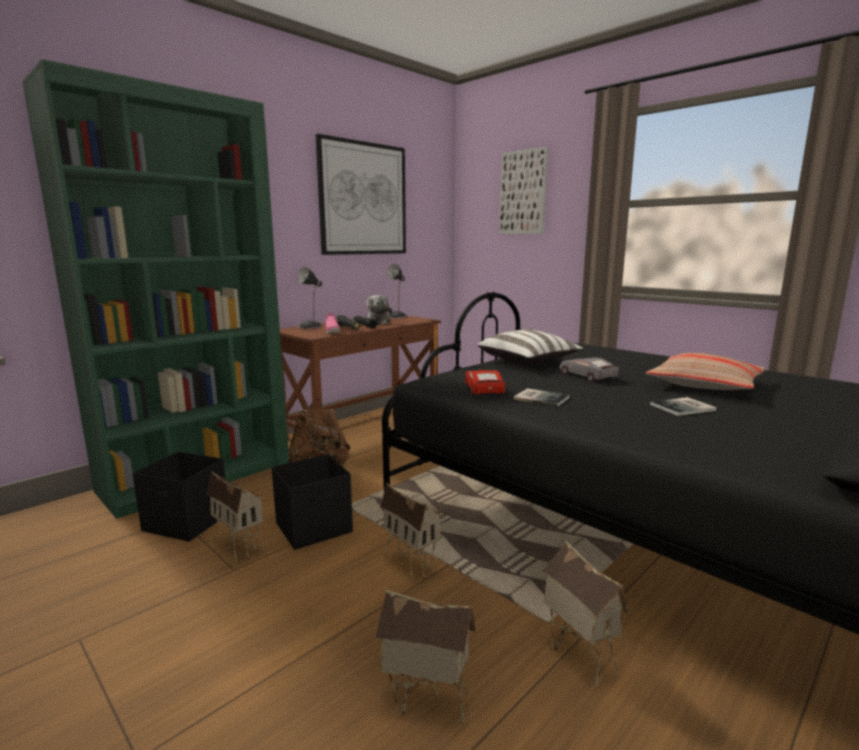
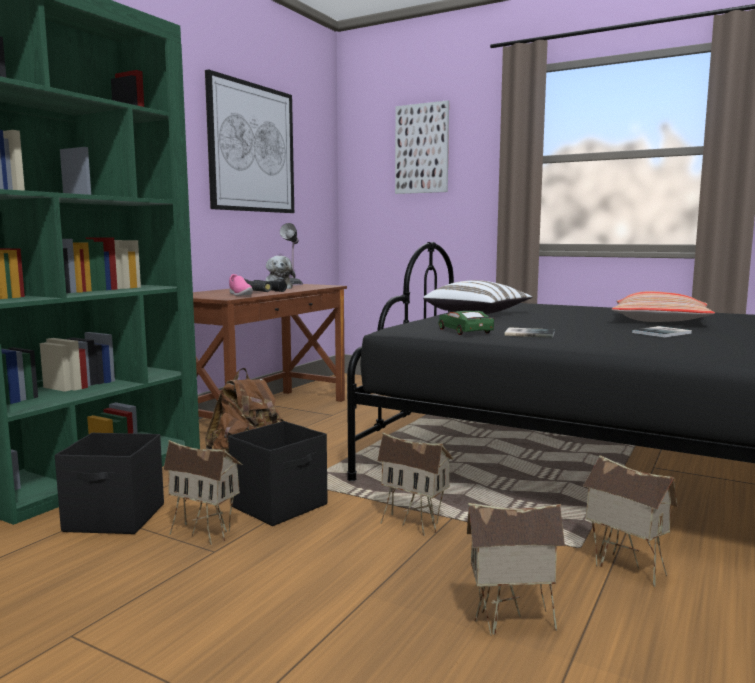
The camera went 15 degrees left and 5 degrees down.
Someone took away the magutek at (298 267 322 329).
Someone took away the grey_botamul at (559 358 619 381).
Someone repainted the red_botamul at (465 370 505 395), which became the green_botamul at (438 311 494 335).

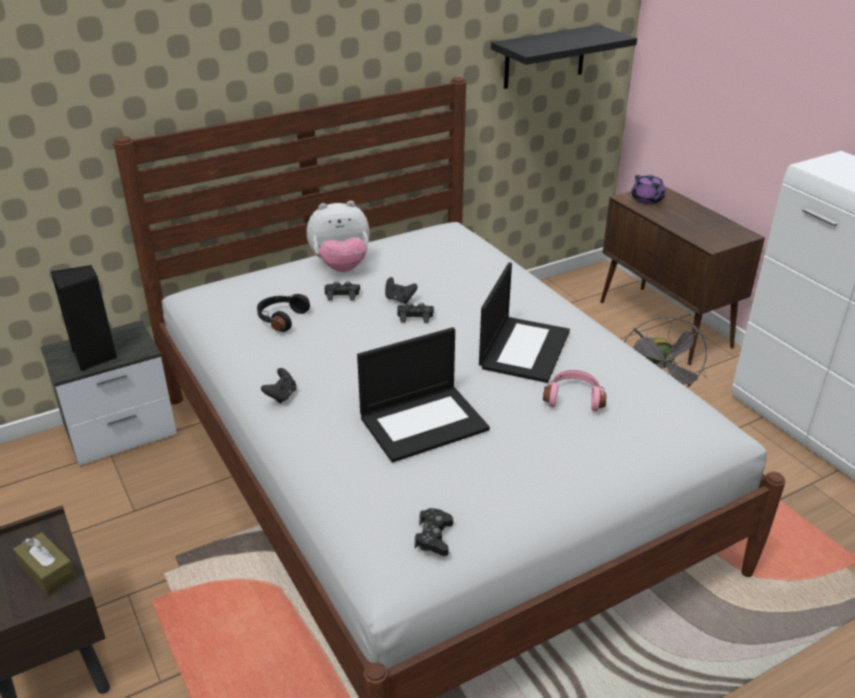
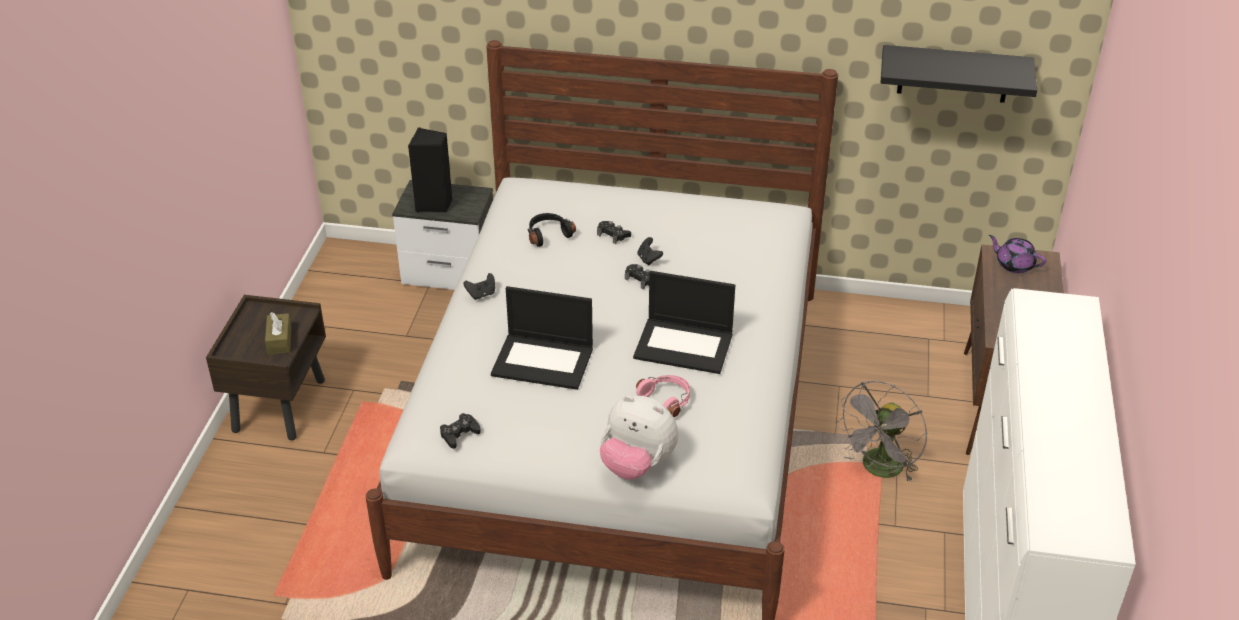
The camera went 40 degrees right and 5 degrees up.
Someone carried the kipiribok from (307 201 369 272) to (600 395 678 480).
Someone rotated the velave at (479 262 570 383) by 45 degrees clockwise.
Someone rotated the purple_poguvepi at (631 175 666 204) by 105 degrees clockwise.

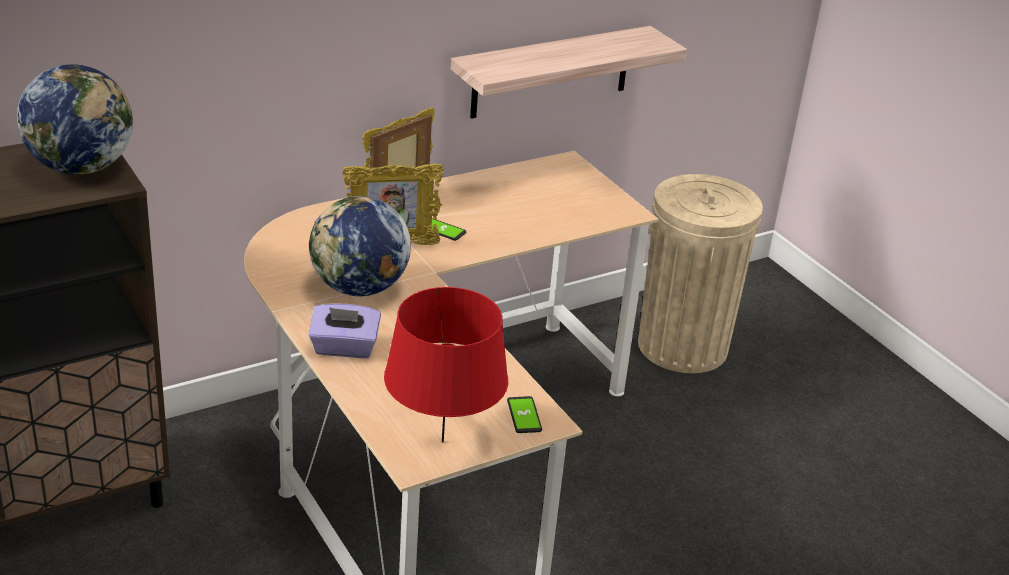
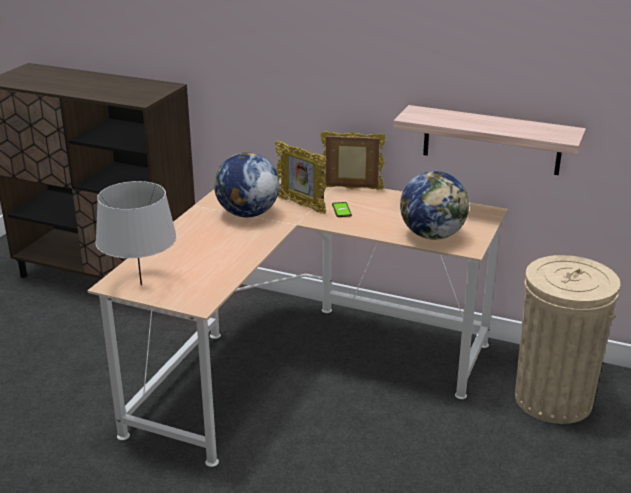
The camera went 55 degrees right and 5 degrees down.
Someone took away the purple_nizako at (309 303 381 358).
Someone took away the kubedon at (507 396 542 433).
Someone carried the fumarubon from (17 65 133 175) to (400 171 470 240).
Someone repainted the red_magutek at (384 287 508 442), which became the grey_magutek at (95 181 177 285).

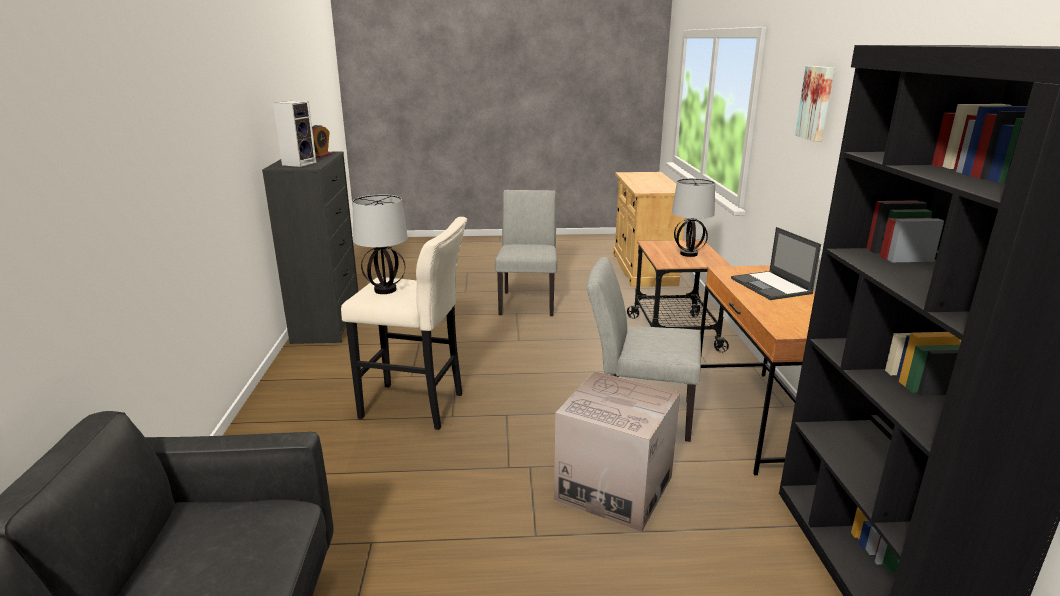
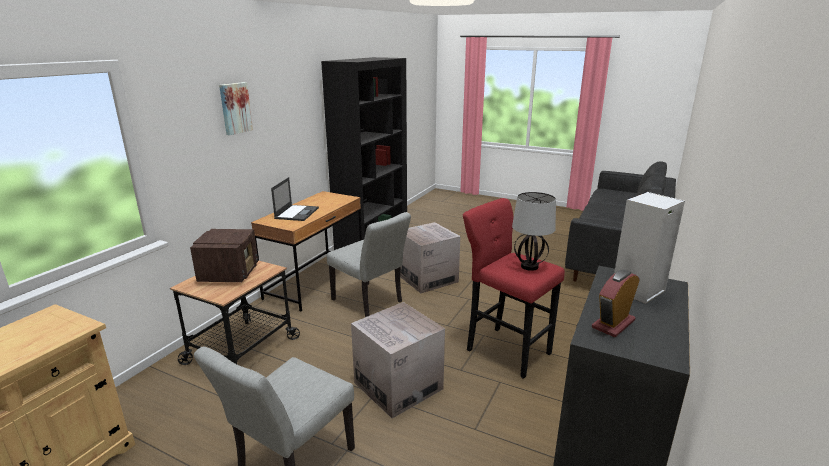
The camera went 150 degrees left and 0 degrees up.
Someone put down the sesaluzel at (351 302 445 418).
Someone swapped the magutek at (672 178 715 257) for the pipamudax at (190 229 258 282).
Someone repainted the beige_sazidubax at (341 217 467 430), which became the red_sazidubax at (463 198 565 378).

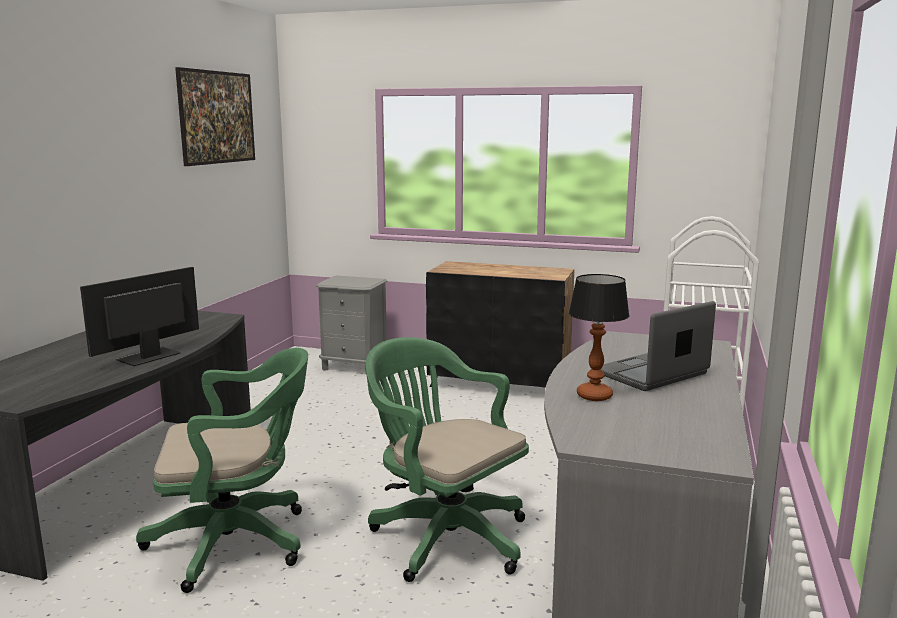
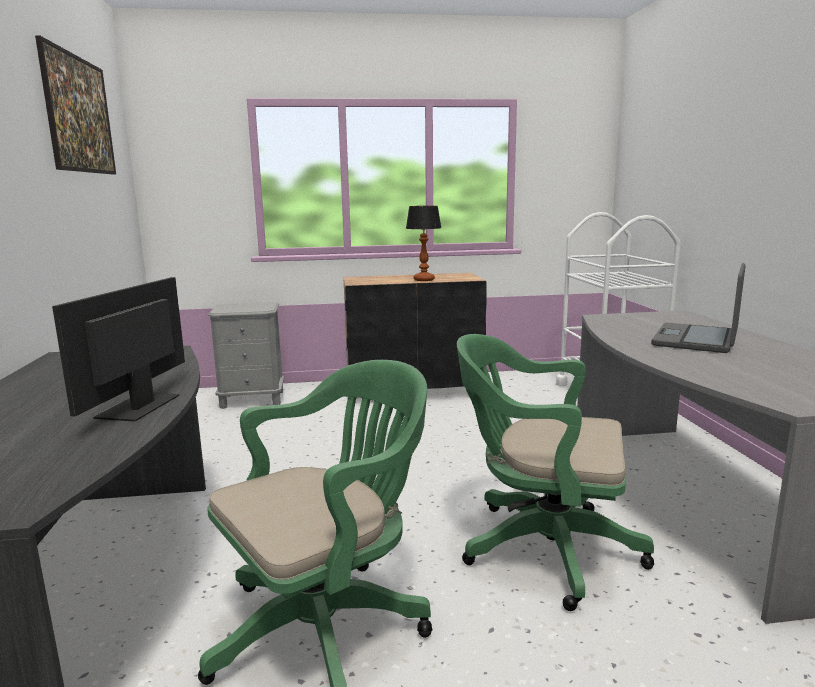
The camera went 25 degrees left and 0 degrees up.
Someone carried the magutek from (569 274 629 401) to (406 206 441 281).

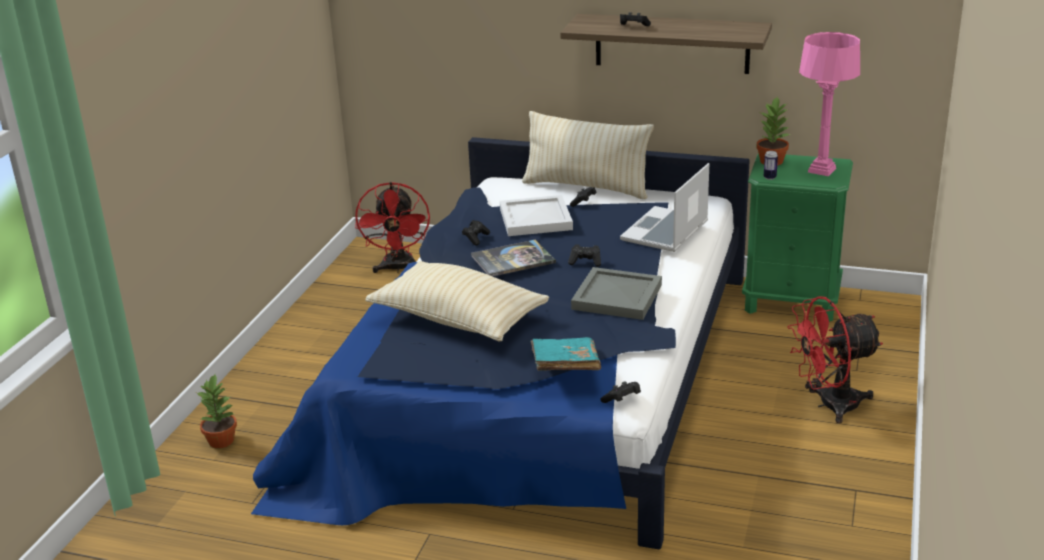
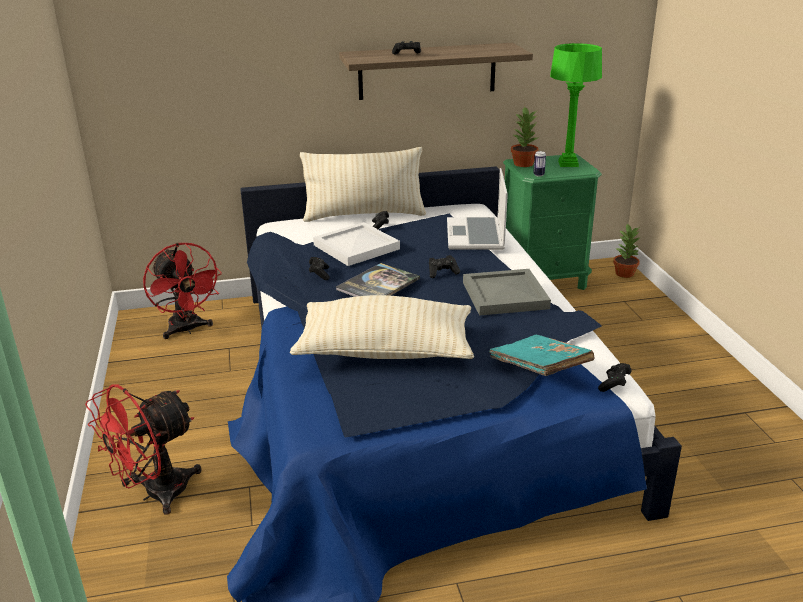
The camera went 30 degrees left and 0 degrees up.
Someone carried the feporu from (197 374 237 448) to (613 224 641 278).
Someone carried the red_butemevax from (788 296 883 423) to (85 384 201 515).
Someone repainted the pink_magutek at (799 32 860 176), which became the green_magutek at (550 43 602 167).

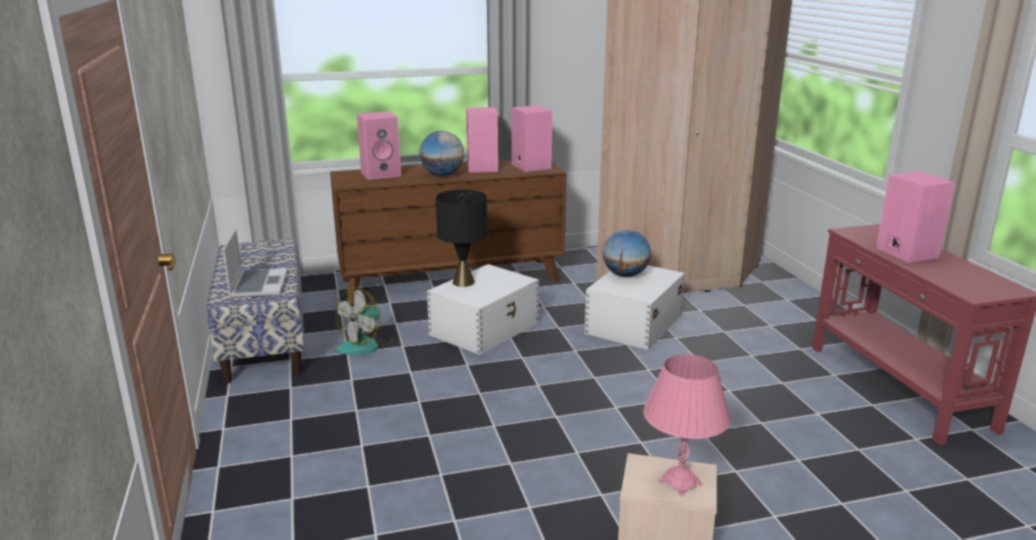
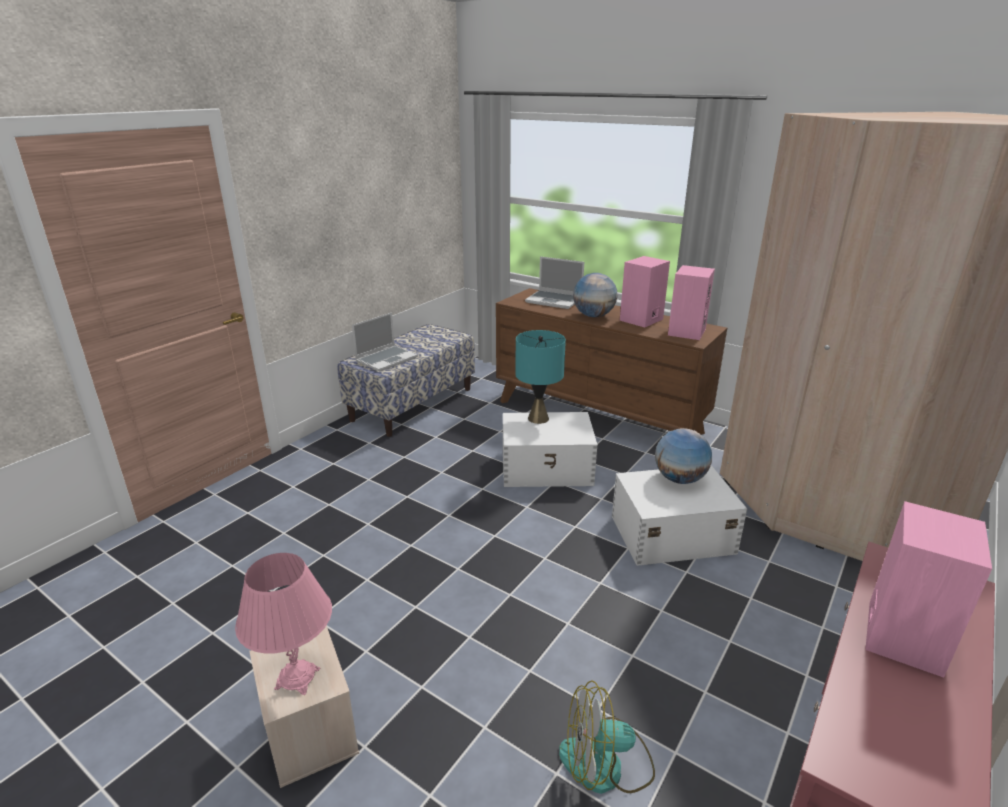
The camera went 50 degrees right and 5 degrees up.
Someone carried the butemevax from (335 287 393 355) to (559 681 655 794).
Someone swapped the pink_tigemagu at (357 111 401 180) for the velave at (525 256 584 309).
Someone repainted the black_magutek at (436 190 487 287), which became the turquoise_magutek at (515 330 566 424).

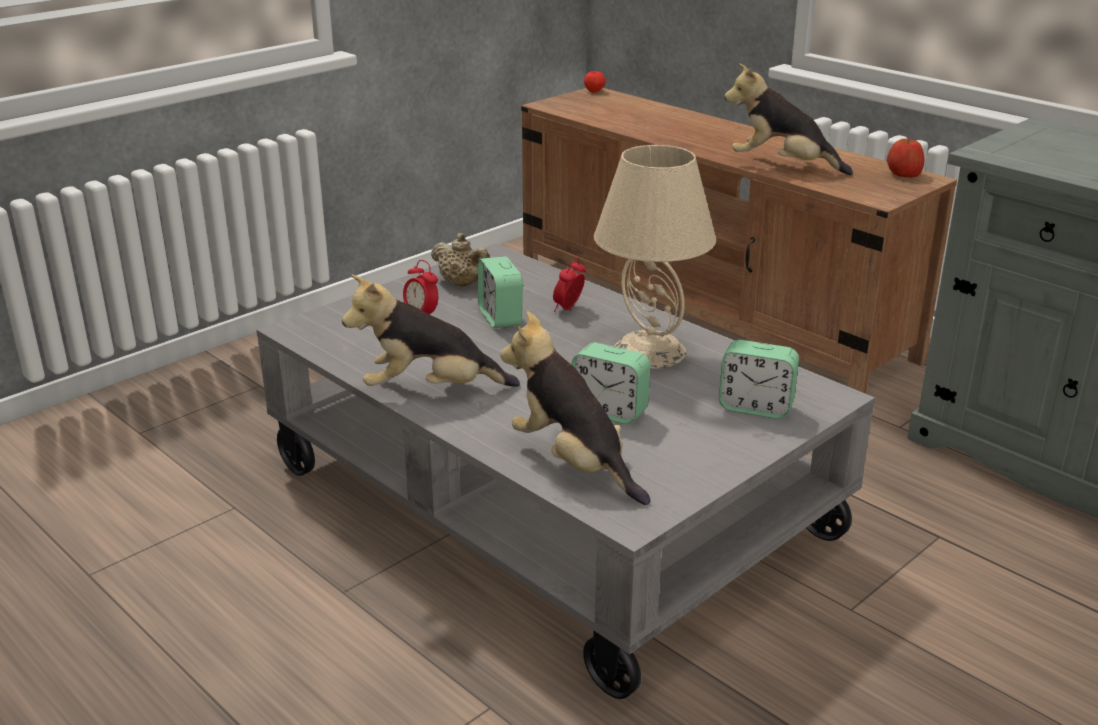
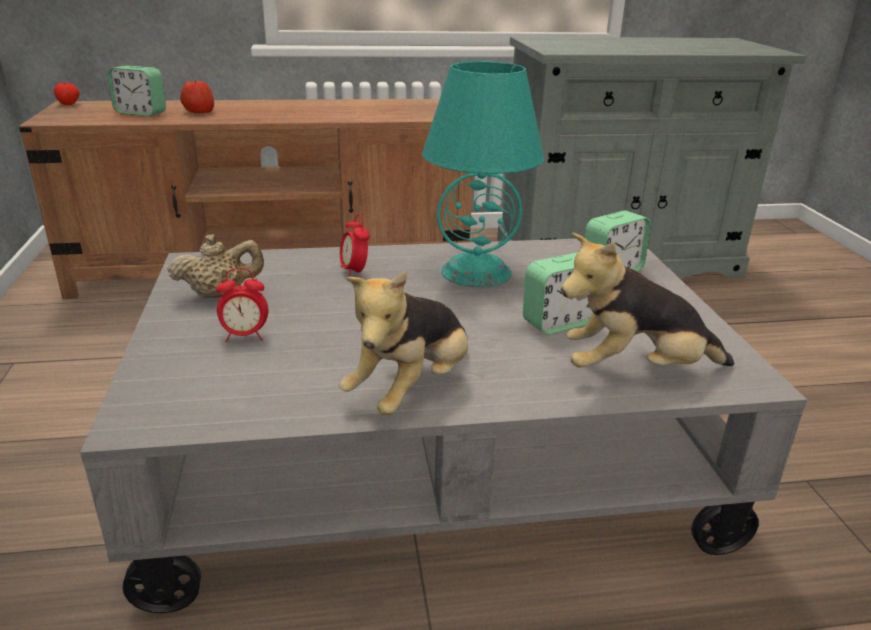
The camera went 55 degrees left and 0 degrees up.
Someone took away the kipiribok at (724 63 853 175).
Someone carried the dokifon from (478 256 523 328) to (108 66 166 116).
Someone carried the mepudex from (887 139 925 177) to (180 80 214 113).
Someone repainted the beige_magutek at (594 145 716 369), which became the turquoise_magutek at (422 61 544 287).

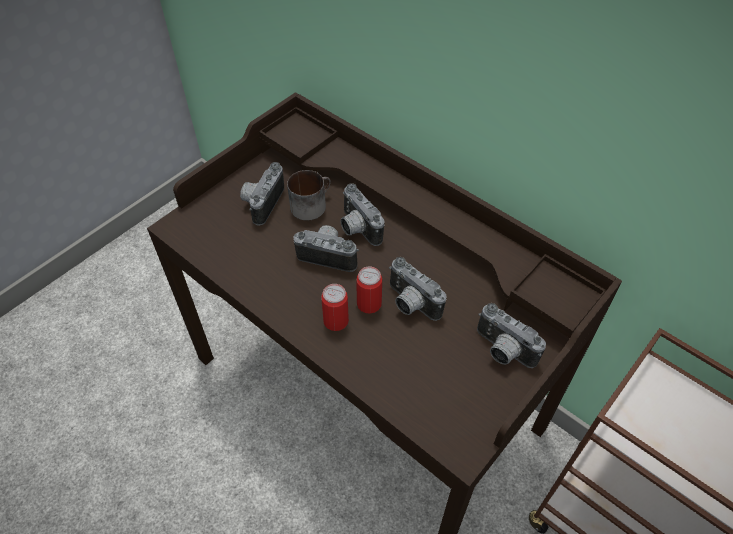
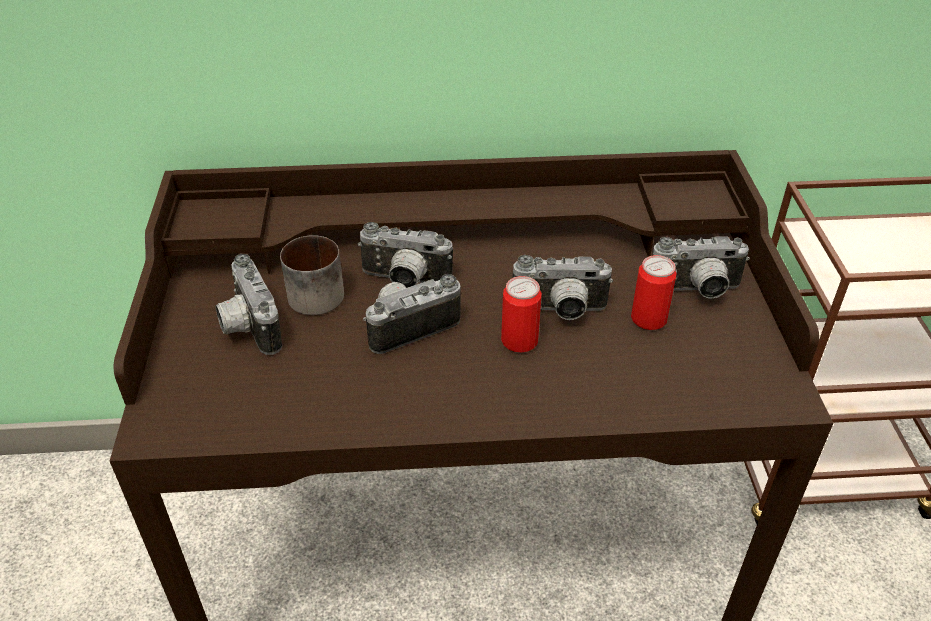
The camera went 45 degrees left and 10 degrees down.
Someone carried the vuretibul from (321 284 349 331) to (631 255 677 330).

